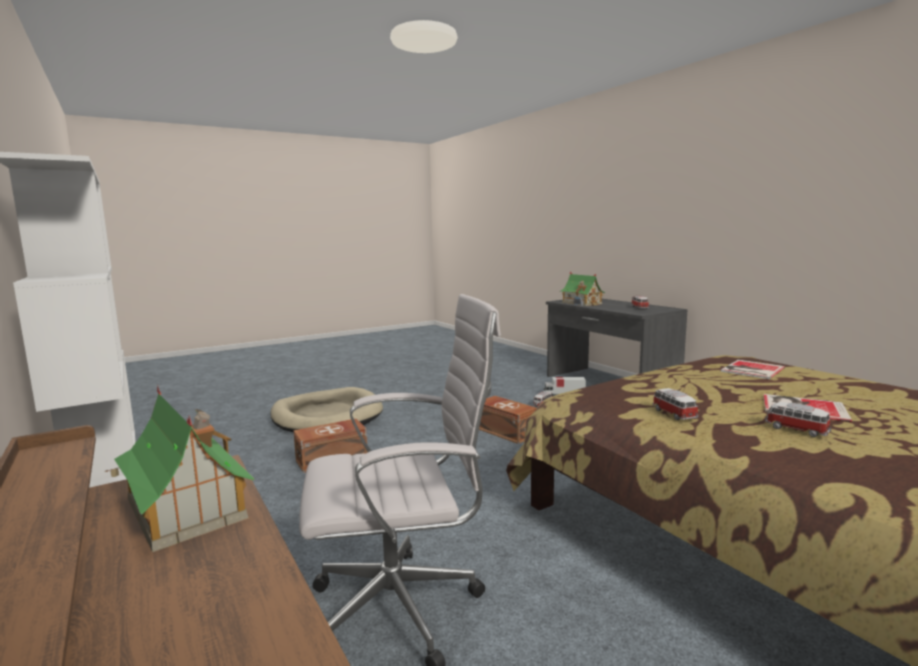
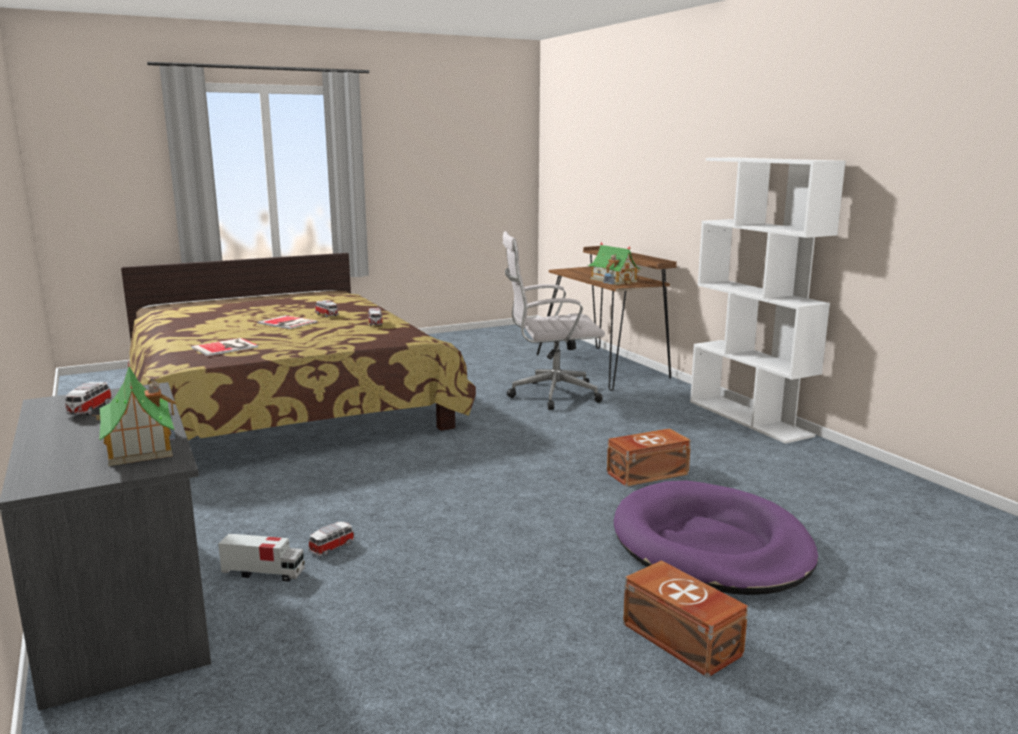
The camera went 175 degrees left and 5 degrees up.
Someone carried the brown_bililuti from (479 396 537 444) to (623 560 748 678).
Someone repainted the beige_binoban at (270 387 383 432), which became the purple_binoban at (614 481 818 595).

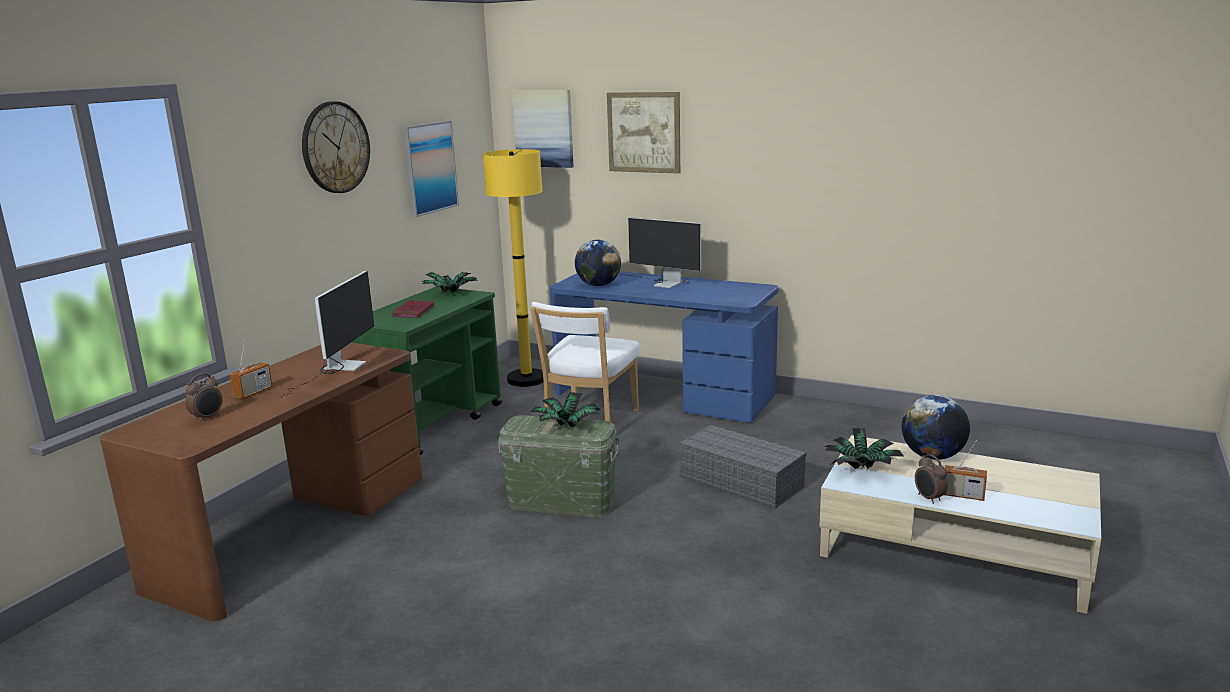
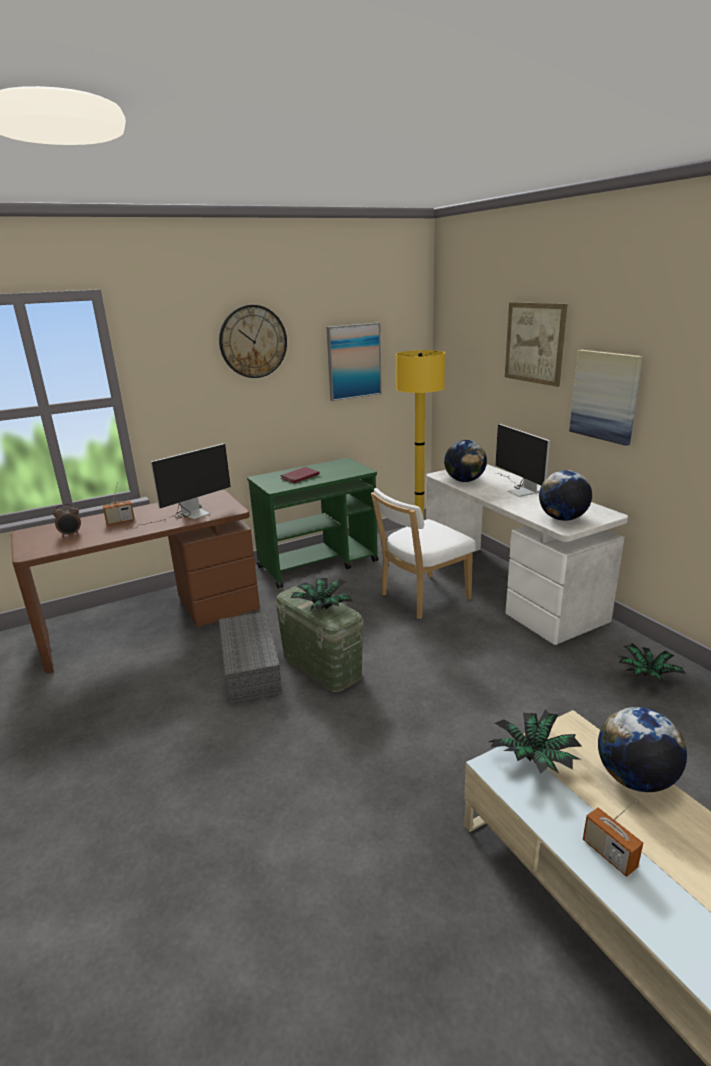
The camera went 35 degrees right and 5 degrees up.
Someone took away the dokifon at (915 454 948 504).
Someone put down the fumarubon at (539 470 592 521).
Someone carried the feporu from (421 272 478 294) to (619 643 686 683).
Someone carried the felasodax from (512 90 574 168) to (569 350 643 446).
Someone carried the grey_bililuti from (679 425 807 509) to (219 612 282 704).
Someone repainted the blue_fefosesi at (550 271 778 423), which became the white_fefosesi at (426 464 628 645).

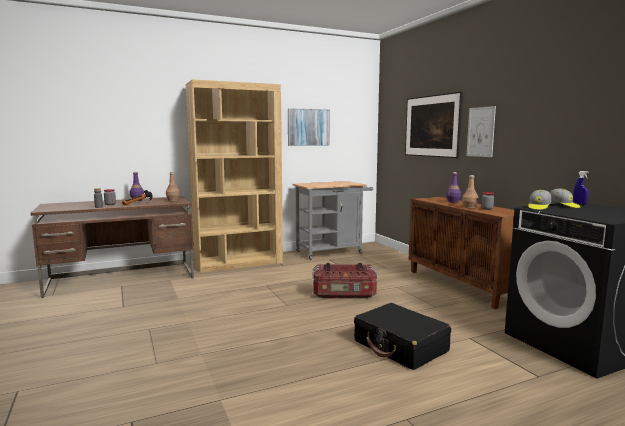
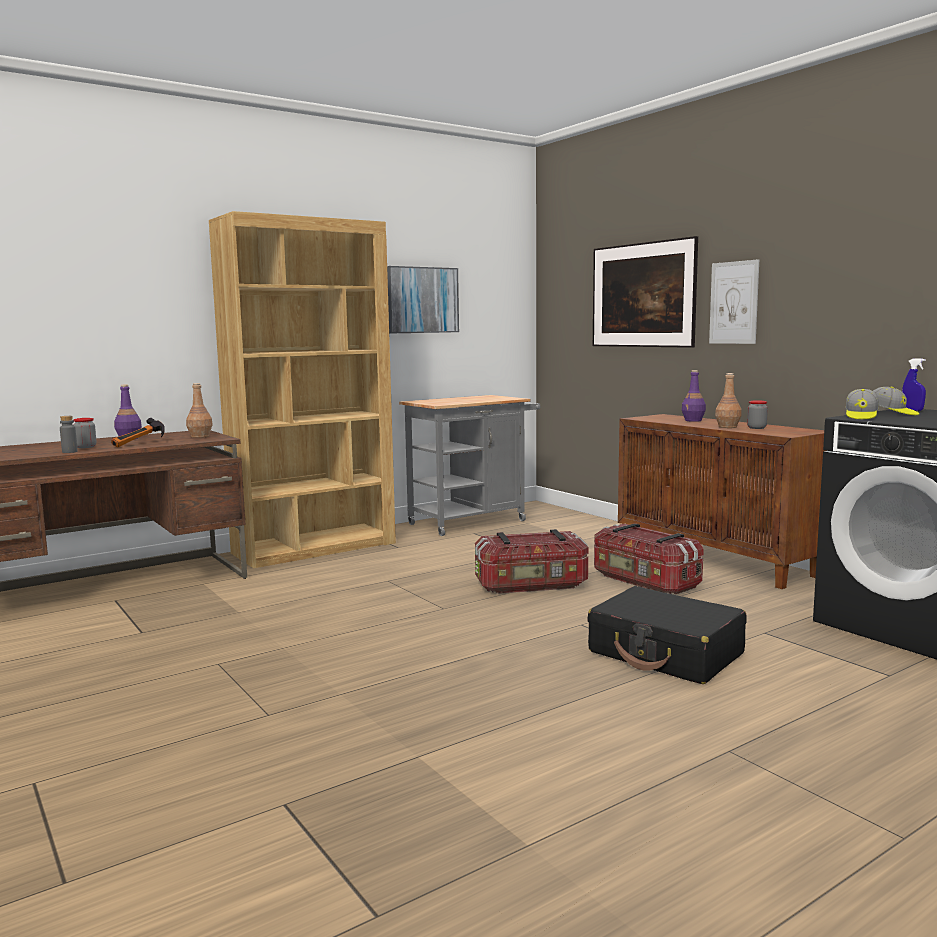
The camera went 10 degrees left and 0 degrees up.
Someone put down the bililuti at (594 523 704 594).

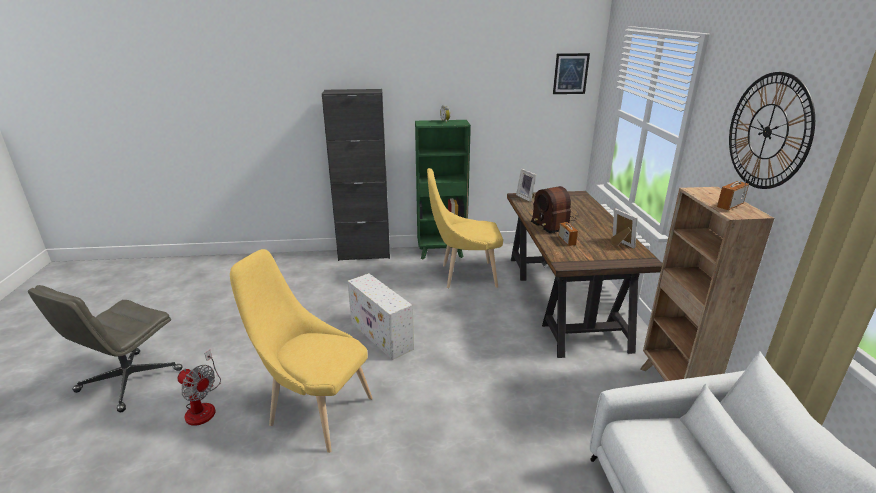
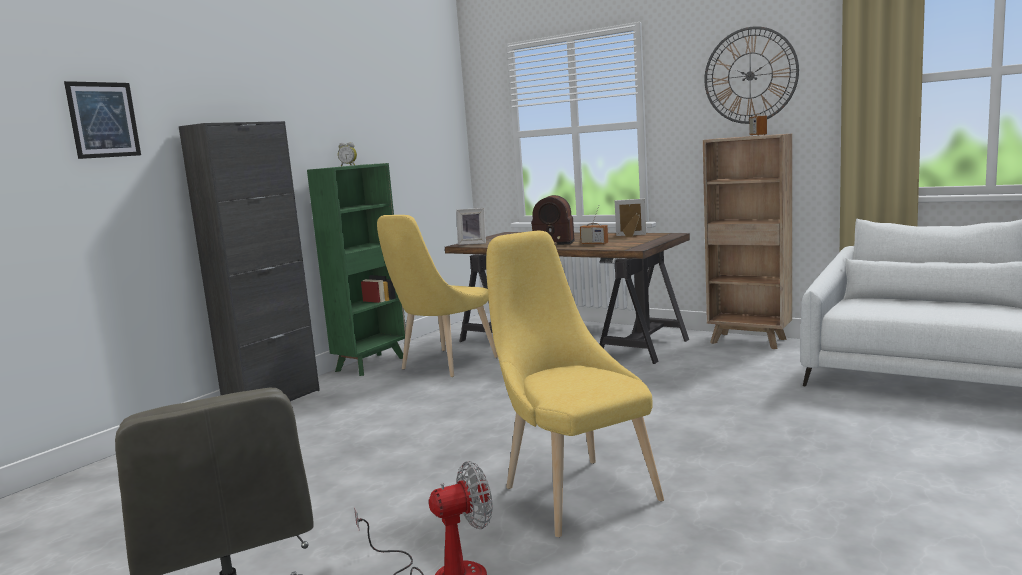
The camera went 50 degrees left and 15 degrees down.
Someone took away the white_bililuti at (348 273 414 360).
Someone carried the felasodax from (553 53 590 94) to (64 81 141 159).
Someone rotated the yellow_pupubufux at (230 249 373 453) by 90 degrees clockwise.

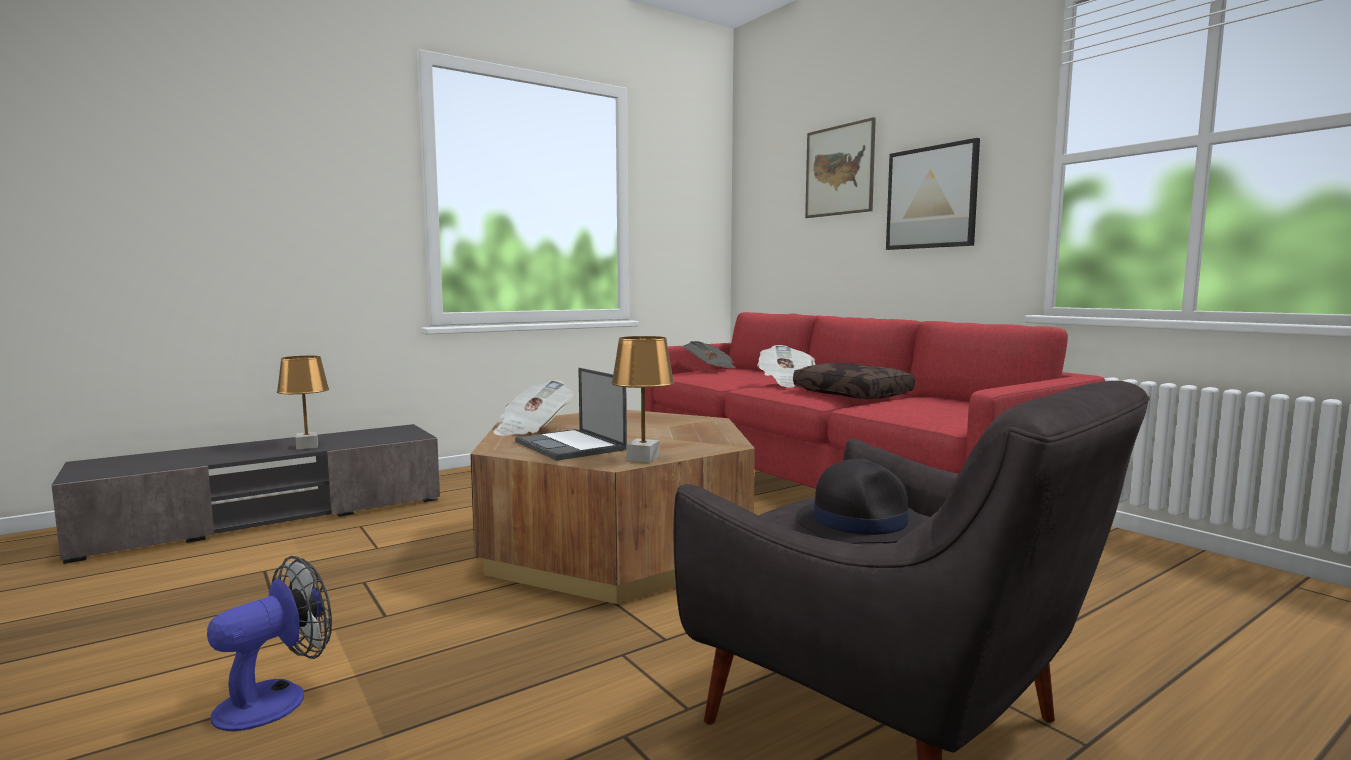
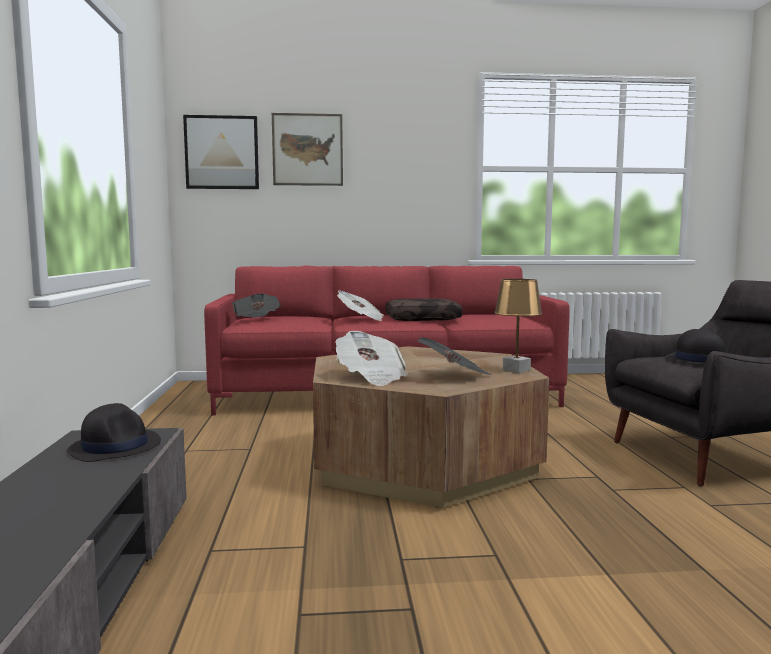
The camera went 60 degrees left and 0 degrees up.
Someone took away the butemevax at (207 556 332 732).
Someone took away the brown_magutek at (277 356 329 450).
Someone put down the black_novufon at (67 403 161 462).
Someone carried the felasodax from (886 138 980 250) to (183 115 259 189).
Someone swapped the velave at (515 368 627 461) for the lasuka at (417 337 492 375).

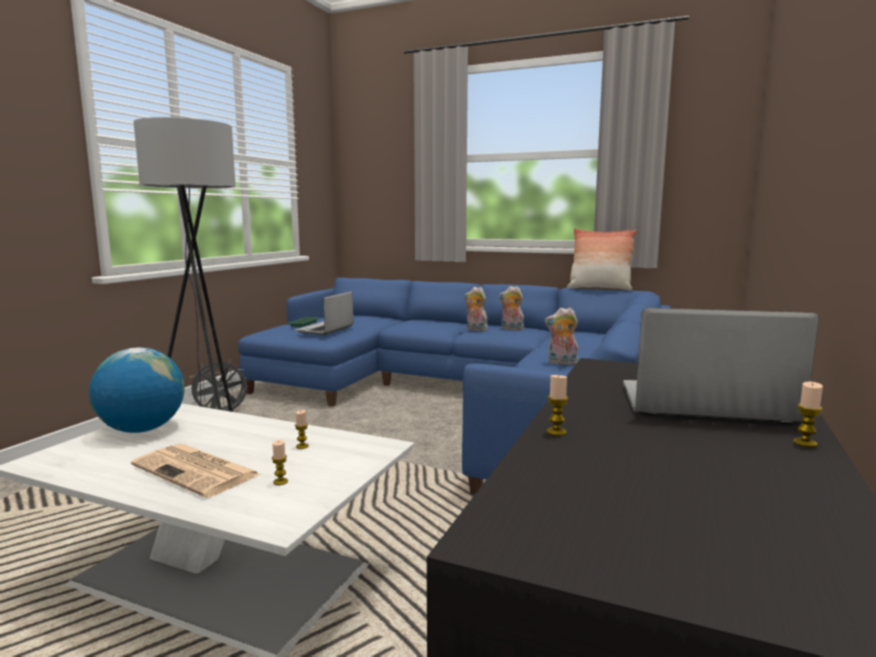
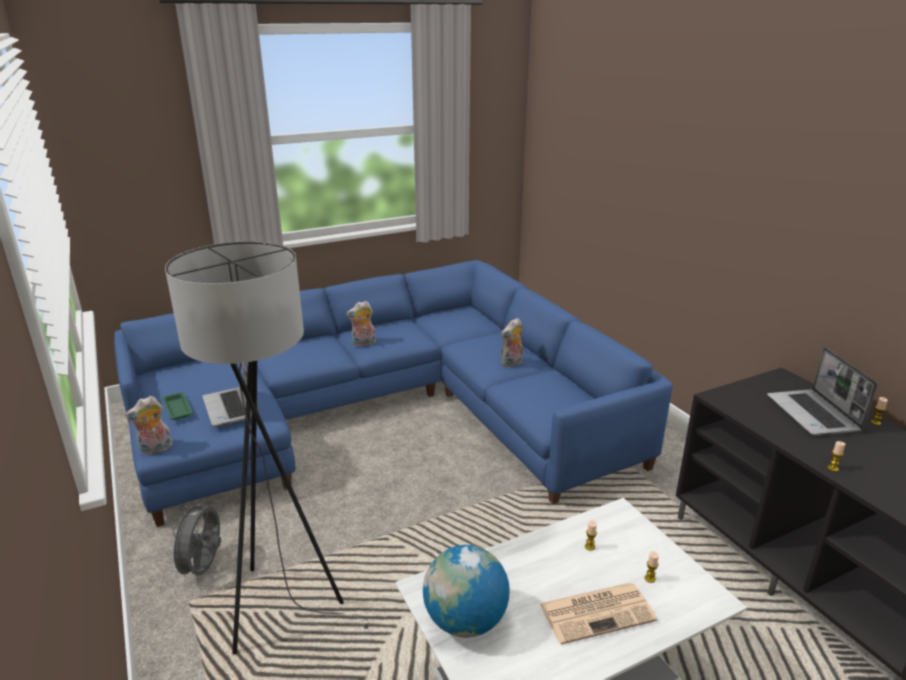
The camera went 50 degrees left and 15 degrees up.
Someone took away the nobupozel at (567 228 637 290).
Someone carried the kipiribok from (499 286 524 331) to (125 396 172 454).
Someone rotated the velave at (623 308 819 426) by 60 degrees counterclockwise.

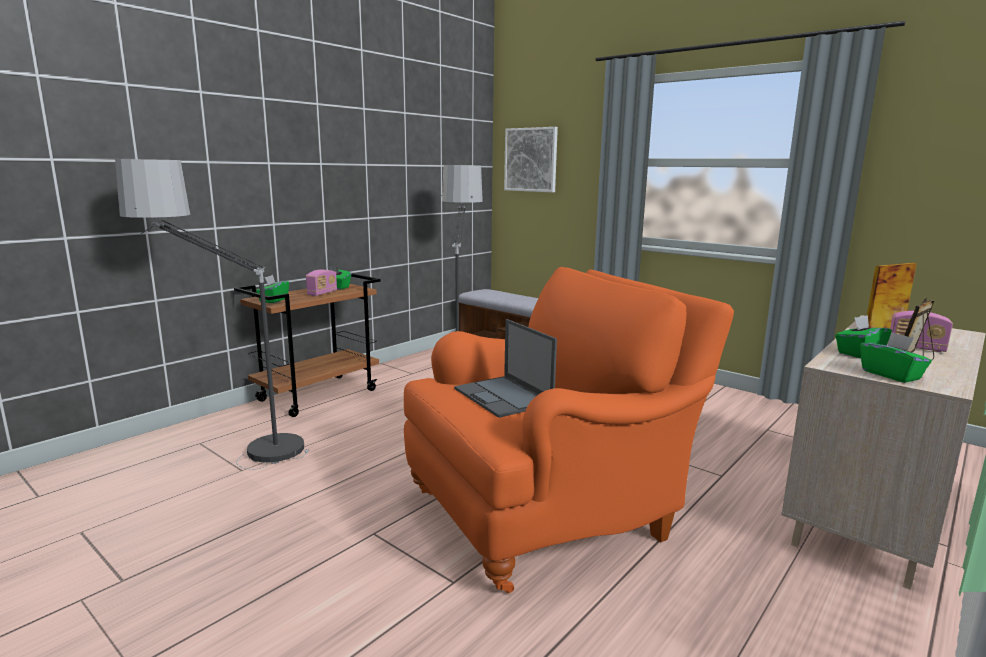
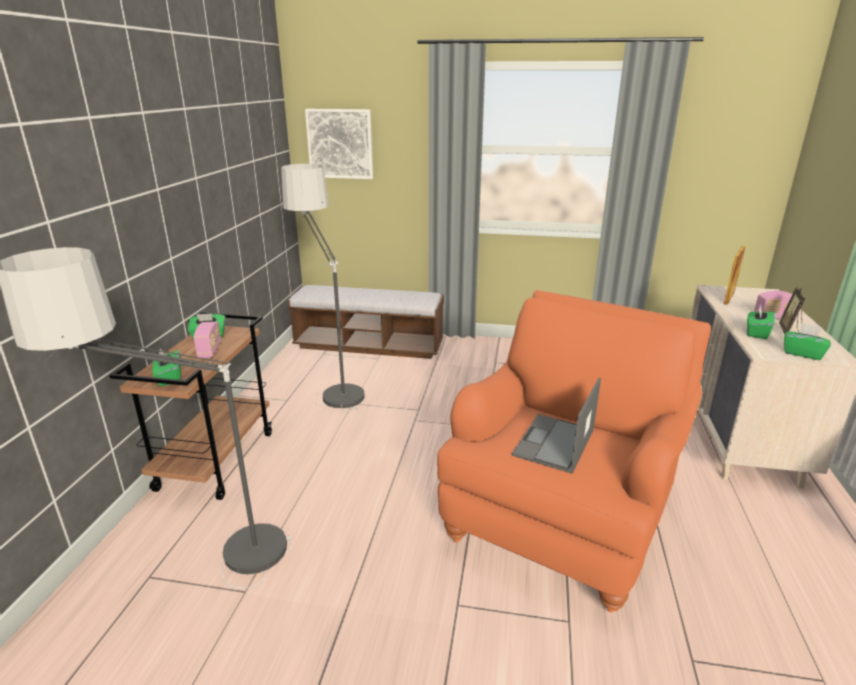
The camera went 30 degrees left and 10 degrees up.
Someone rotated the velave at (454 319 557 418) by 90 degrees clockwise.

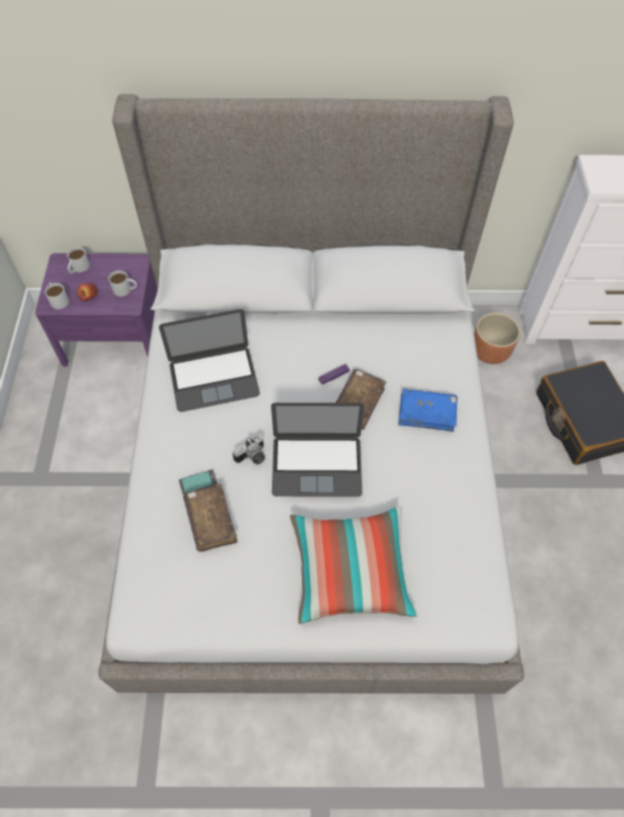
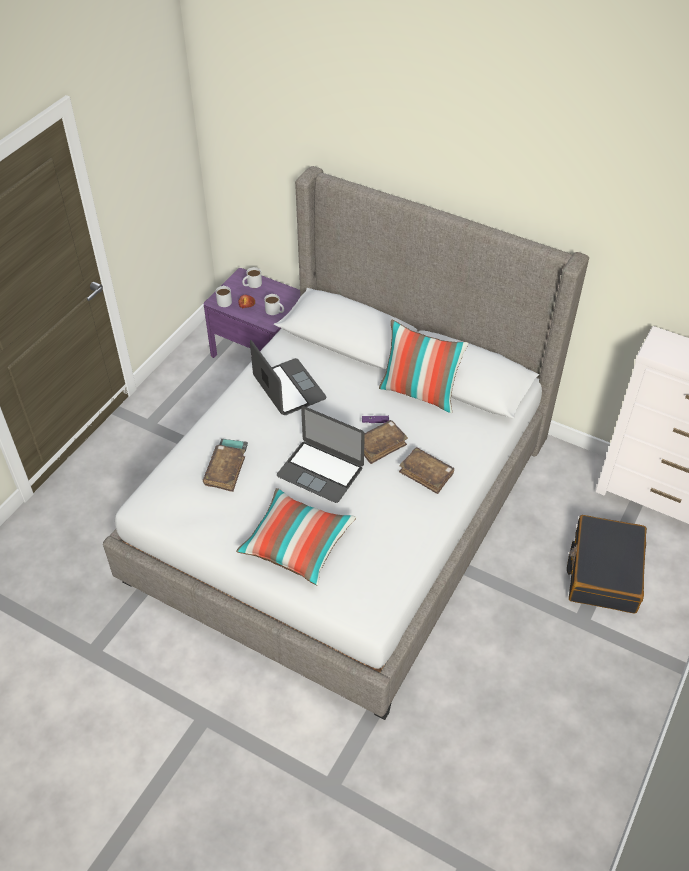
The camera went 30 degrees right and 10 degrees down.
Someone took away the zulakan at (233 434 265 465).
Someone took away the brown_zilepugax at (474 313 520 364).
Someone put down the nobupozel at (379 320 468 413).
Someone repainted the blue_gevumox at (398 389 458 432), which became the brown_gevumox at (399 447 454 494).
Someone rotated the velave at (159 309 260 412) by 135 degrees counterclockwise.

